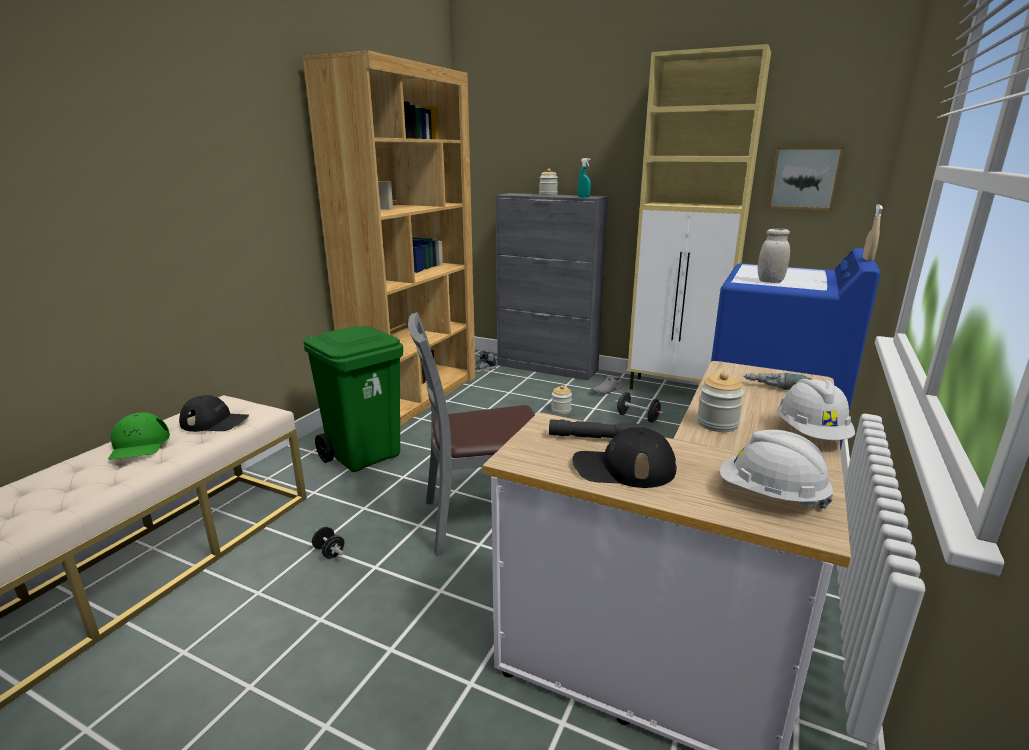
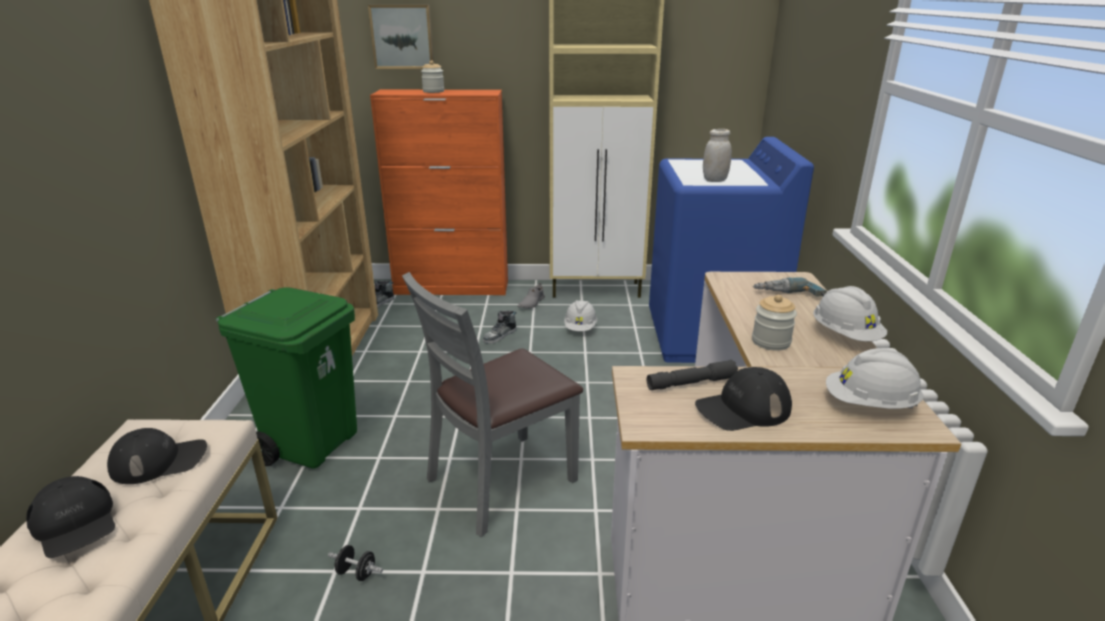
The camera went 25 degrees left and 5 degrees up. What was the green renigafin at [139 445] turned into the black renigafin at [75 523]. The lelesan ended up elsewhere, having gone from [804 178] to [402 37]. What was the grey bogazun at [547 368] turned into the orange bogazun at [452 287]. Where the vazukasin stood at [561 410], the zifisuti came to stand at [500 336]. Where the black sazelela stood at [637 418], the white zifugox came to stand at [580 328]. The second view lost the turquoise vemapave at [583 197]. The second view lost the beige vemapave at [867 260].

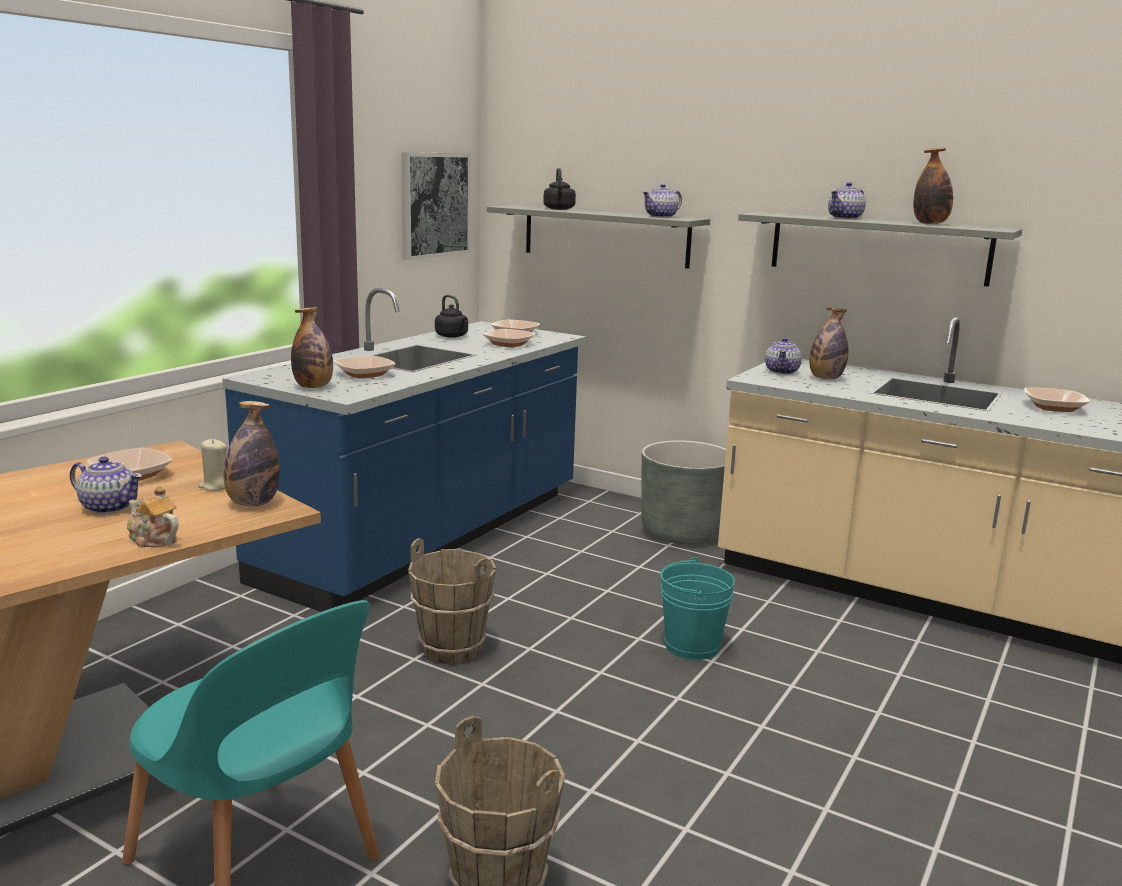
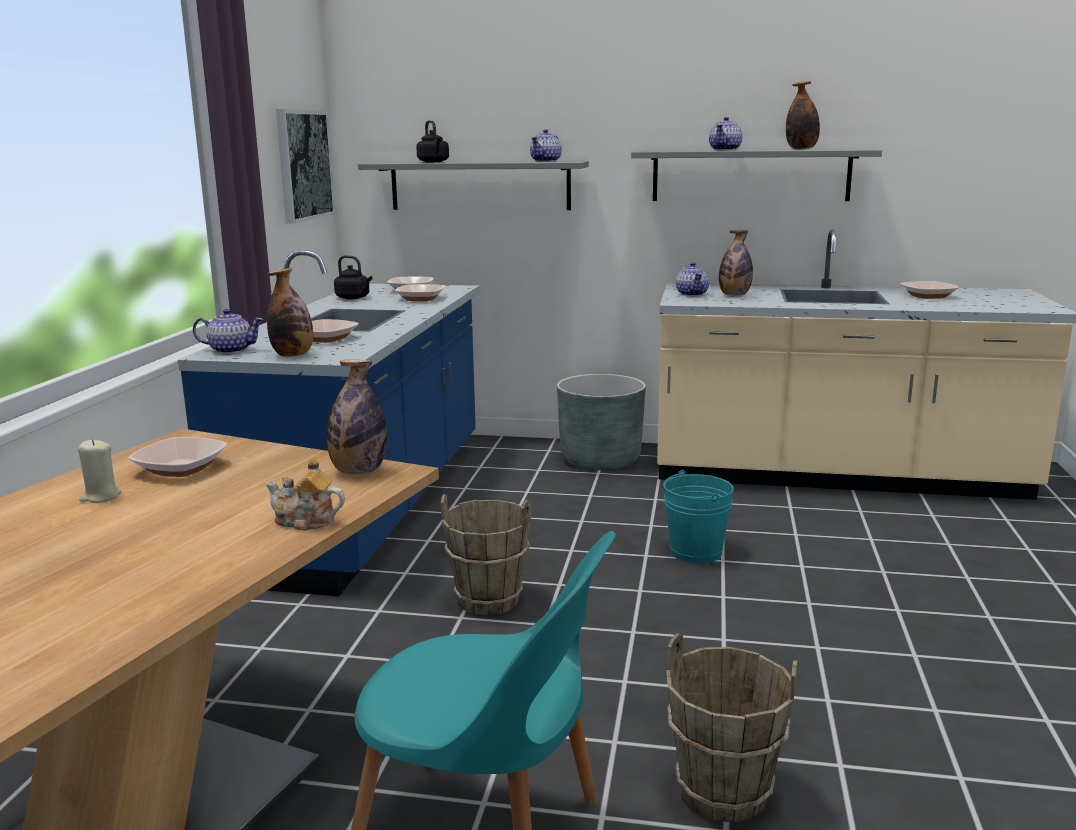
The camera went 20 degrees left and 0 degrees up. The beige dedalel ended up elsewhere, having gone from [215 486] to [101 497]. The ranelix ended up elsewhere, having gone from [109 507] to [230 350].

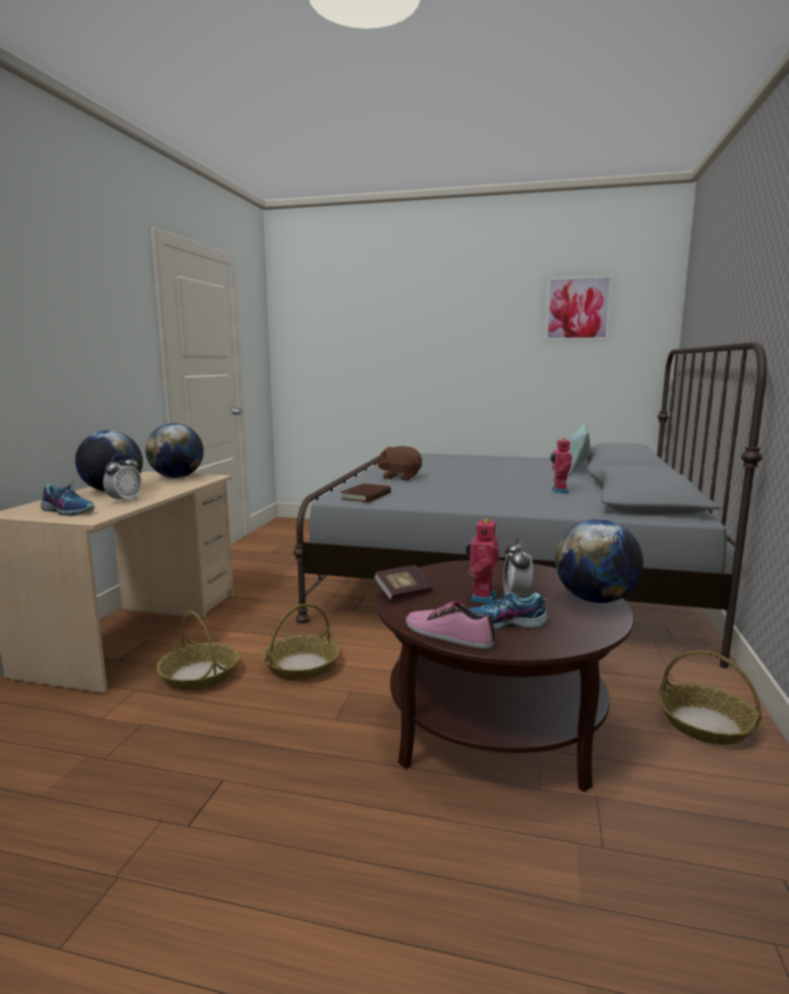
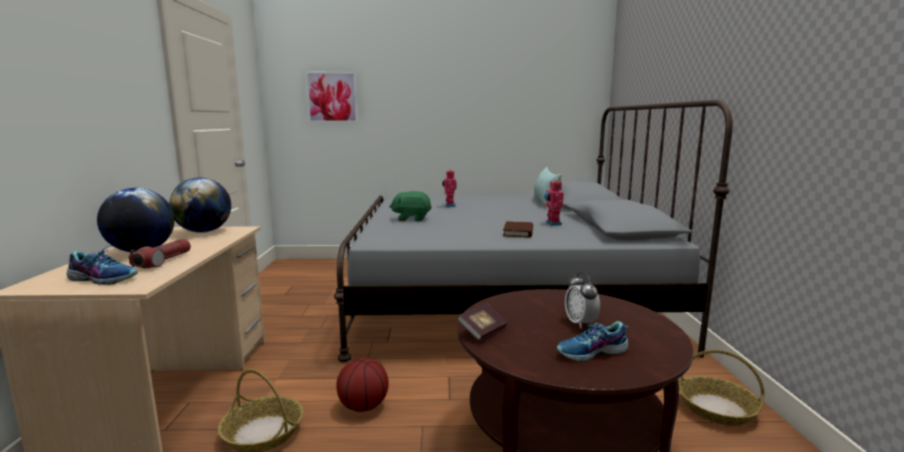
The camera went 15 degrees left and 0 degrees up. Where the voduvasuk stood at [124 501], the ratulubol came to stand at [163 261]. The lelesan ended up elsewhere, having gone from [577 309] to [332 97]. Where the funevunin stood at [301 666], the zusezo came to stand at [363 406]. What was the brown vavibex at [400 477] turned into the green vavibex at [411 219]. The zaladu ended up elsewhere, having gone from [481 597] to [449 206]. The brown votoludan ended up elsewhere, having gone from [366 496] to [518 232]. The second view lost the zifisuti at [448 635]. The second view lost the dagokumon at [595 600].

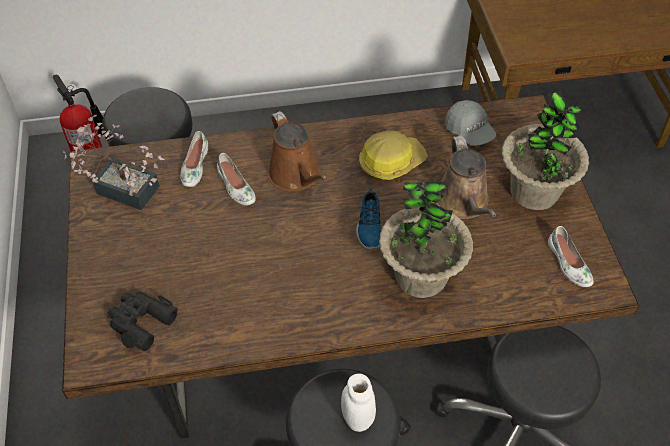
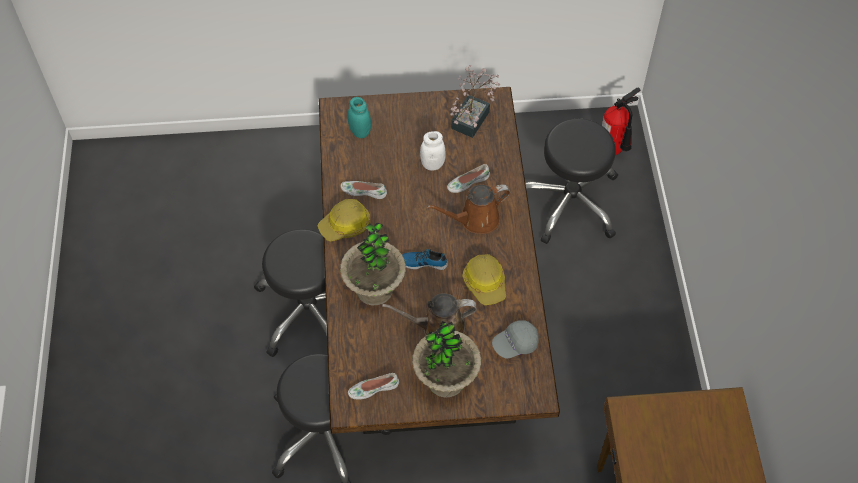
The camera went 95 degrees right and 5 degrees up. The second view gained the zifugox at [345 225]. The white zifisuti ended up elsewhere, having gone from [194 166] to [364 191]. Where the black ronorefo stood at [140 322], the turquoise vazukasin came to stand at [360 132]. The white vazukasin ended up elsewhere, having gone from [357 418] to [432 164].

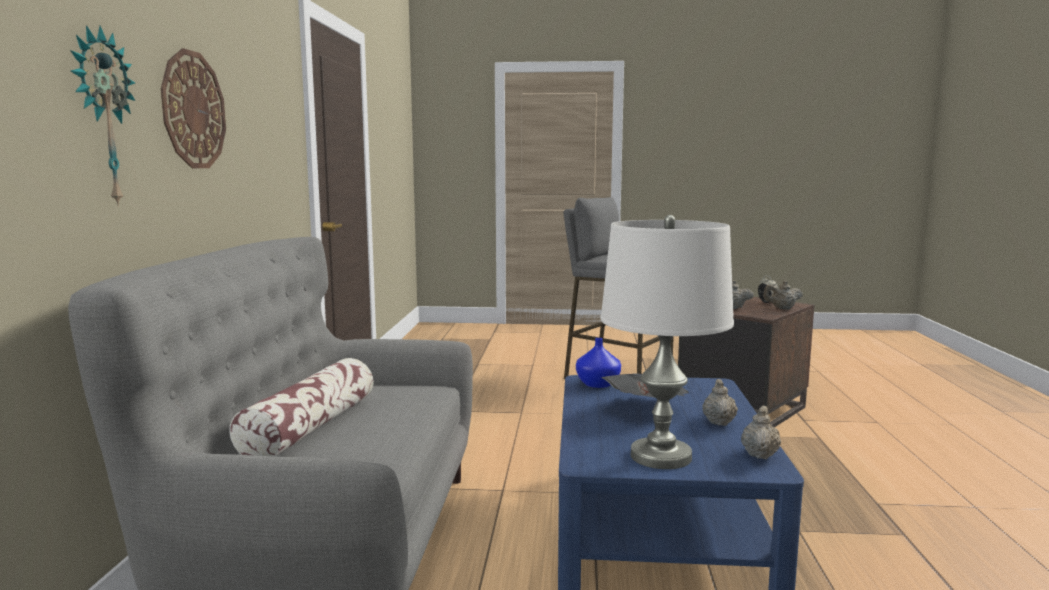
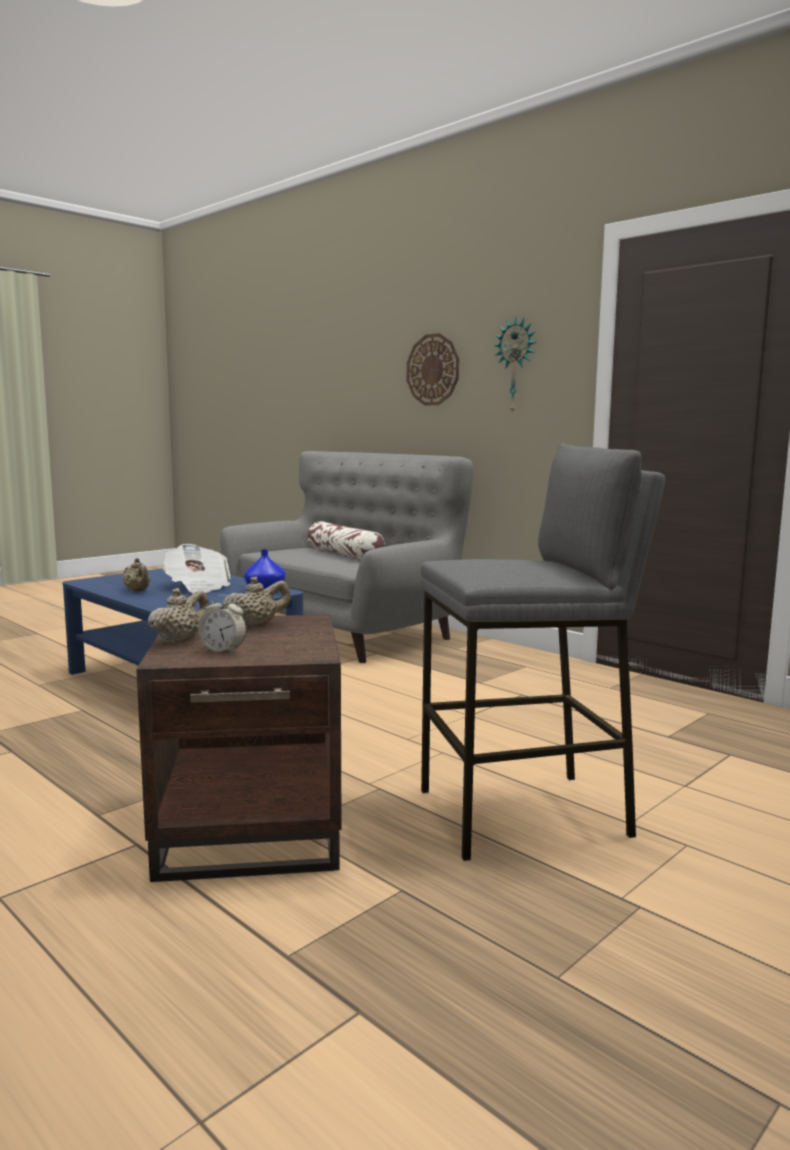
The camera went 130 degrees right and 0 degrees up. The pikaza ended up elsewhere, having gone from [101 117] to [516 365]. The second view lost the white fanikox at [660 456]. The second view lost the beige ranelix at [760 454].

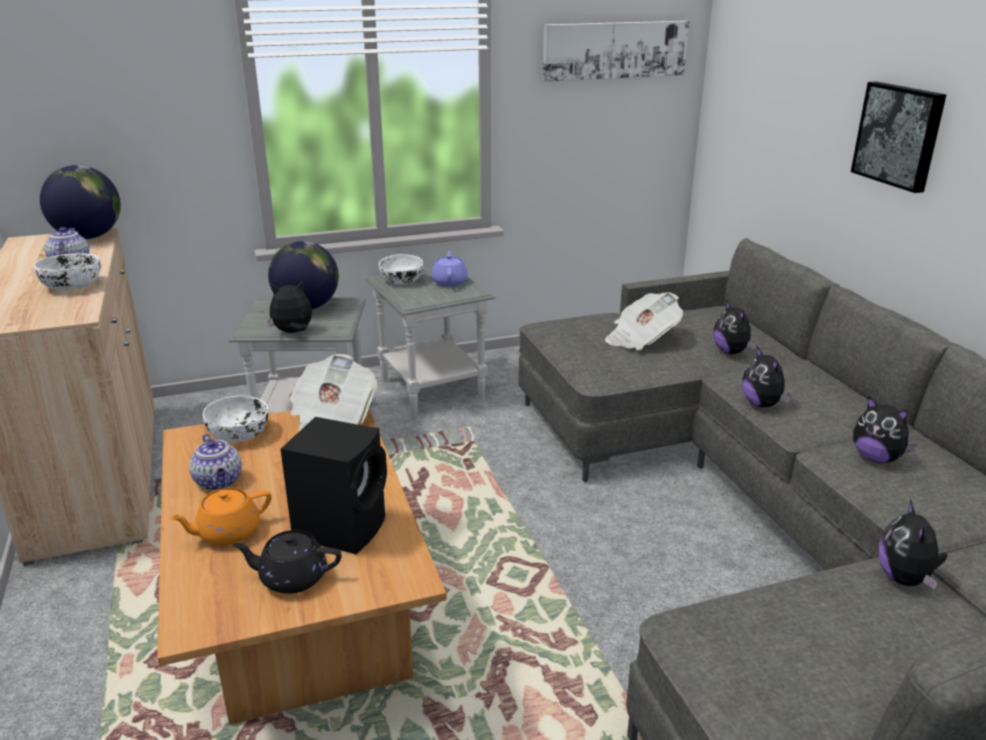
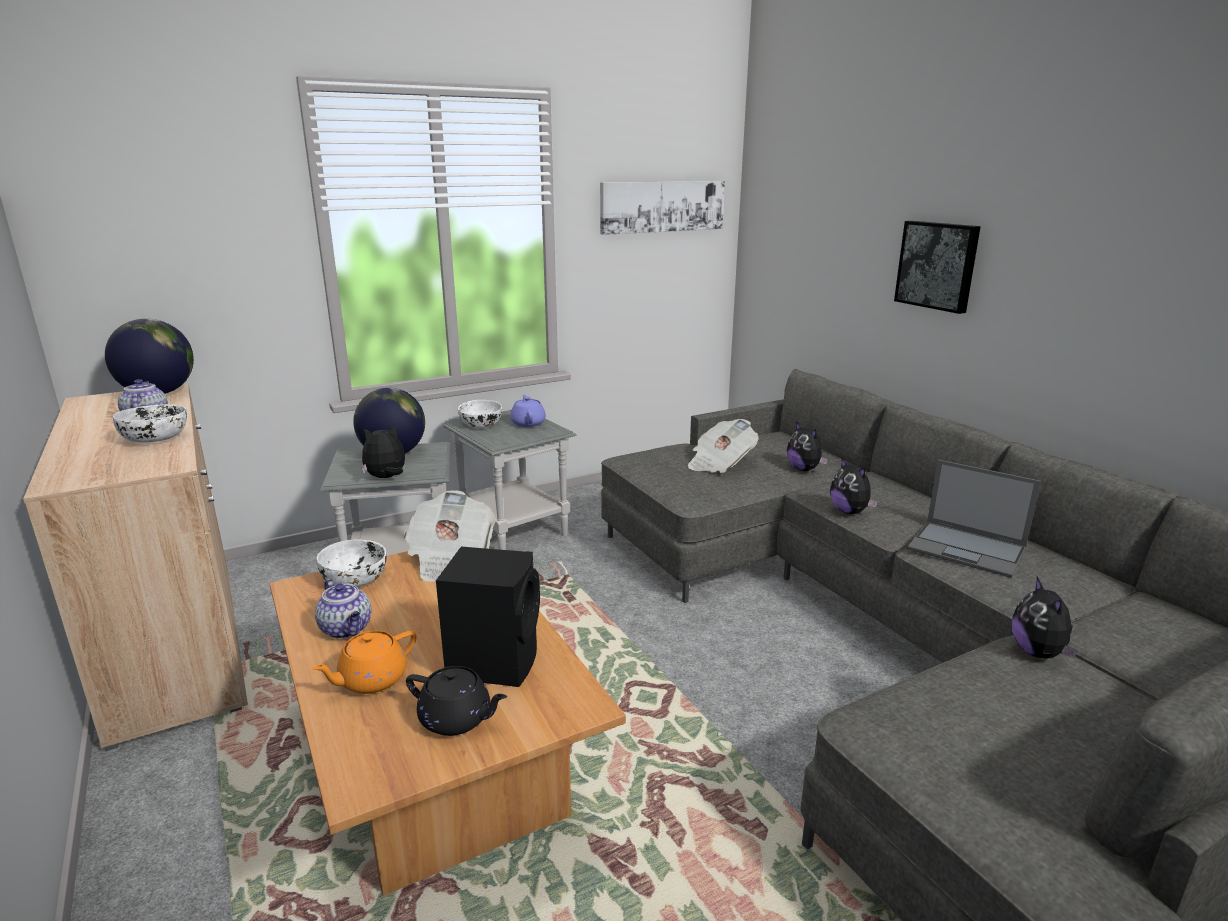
The camera went 10 degrees left and 5 degrees down. The black ranelix at [291 578] ended up facing another way, 150 degrees counterclockwise from before. Where the vavibex stood at [876 458], the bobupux came to stand at [968 549].

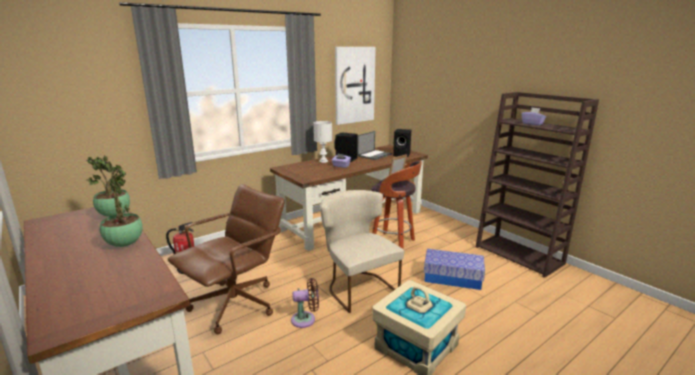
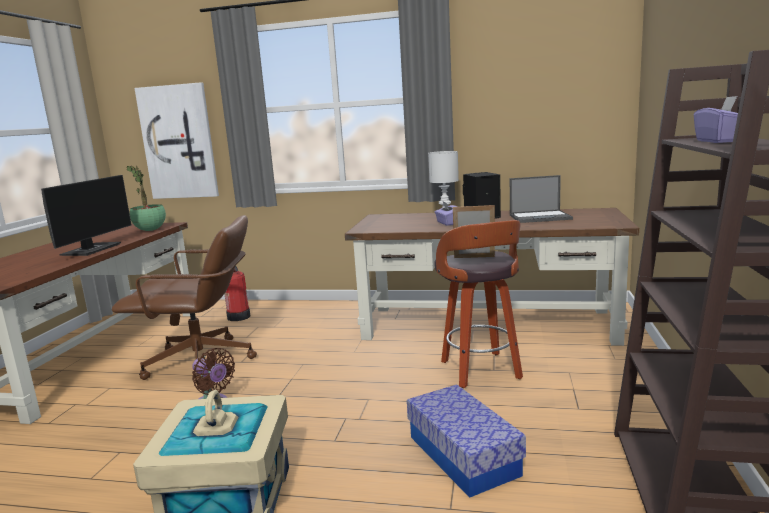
The camera went 50 degrees right and 5 degrees down. Where the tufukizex stood at [124 244], the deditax came to stand at [92 249]. The lelesan ended up elsewhere, having gone from [354 85] to [179 142]. The second view lost the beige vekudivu at [358 287]. The second view lost the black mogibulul at [402 154].

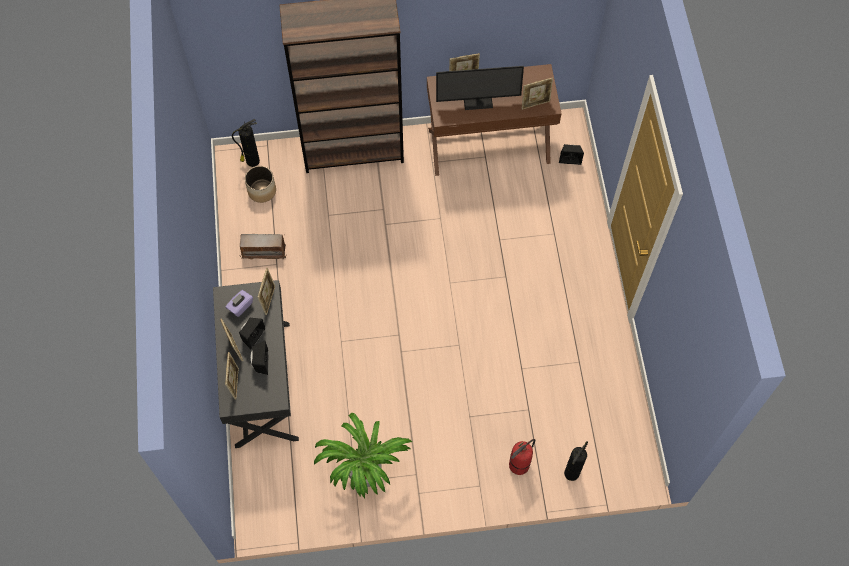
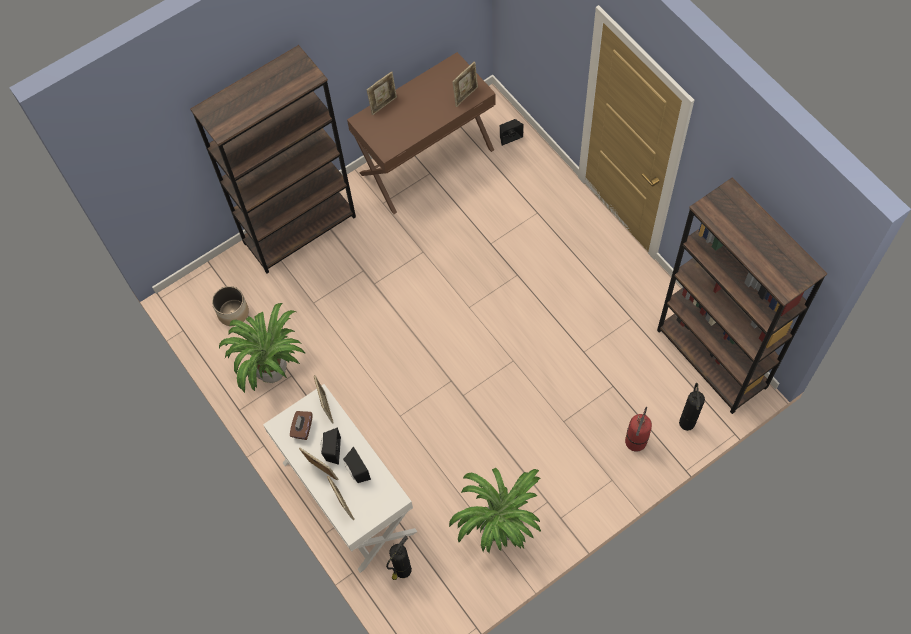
The camera went 25 degrees left and 0 degrees up. Where the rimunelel stood at [264 251], the tufukizex came to stand at [271 369]. What was the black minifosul at [261 383] turned into the white minifosul at [348 497]. What was the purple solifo at [240 306] turned into the brown solifo at [302 428]. The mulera ended up elsewhere, having gone from [252 161] to [402 571]. The second view gained the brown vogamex at [712 358]. The second view lost the deditax at [477 98].

